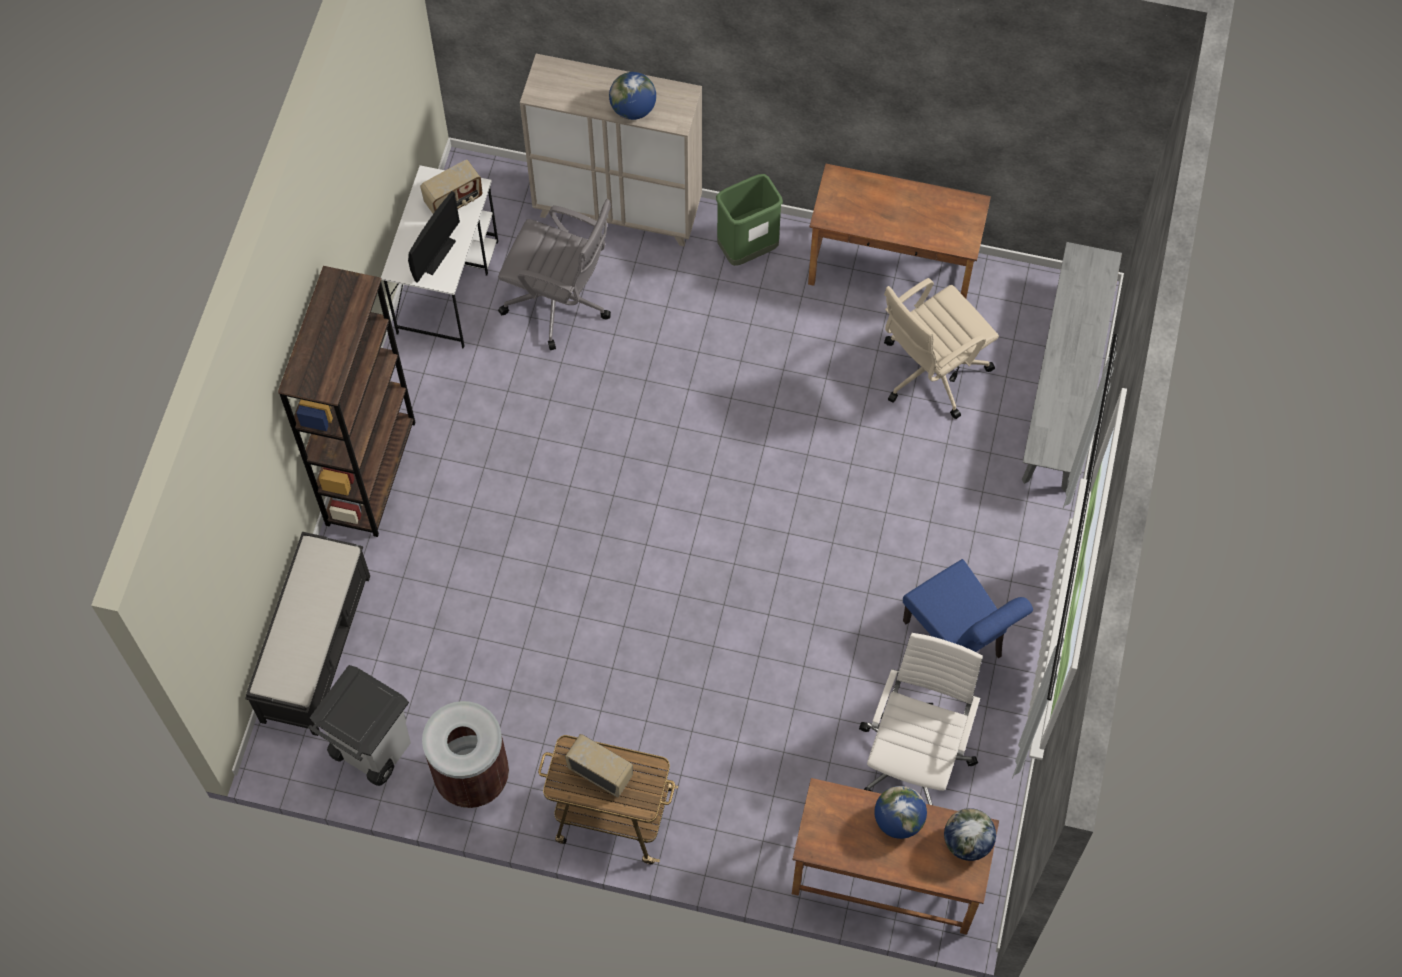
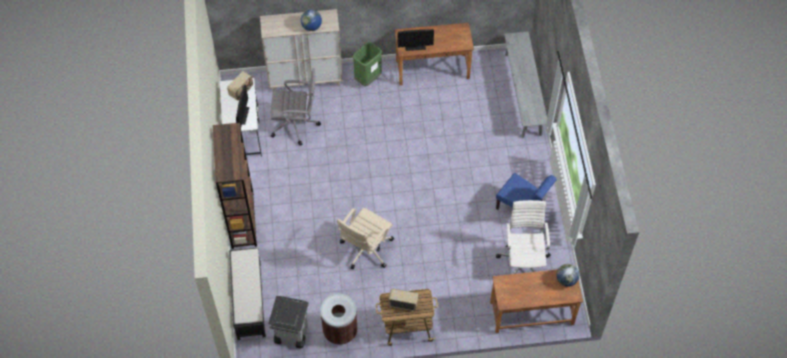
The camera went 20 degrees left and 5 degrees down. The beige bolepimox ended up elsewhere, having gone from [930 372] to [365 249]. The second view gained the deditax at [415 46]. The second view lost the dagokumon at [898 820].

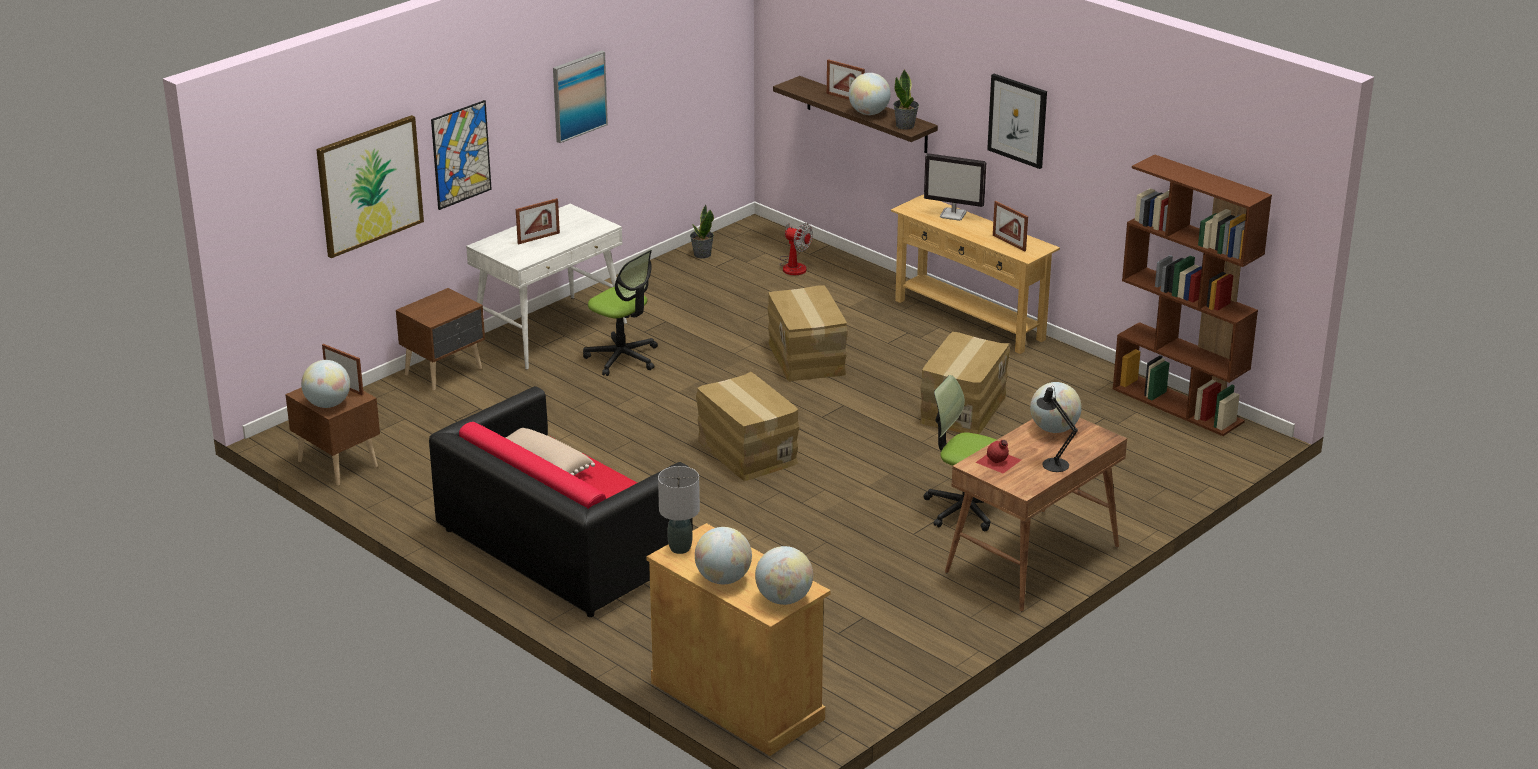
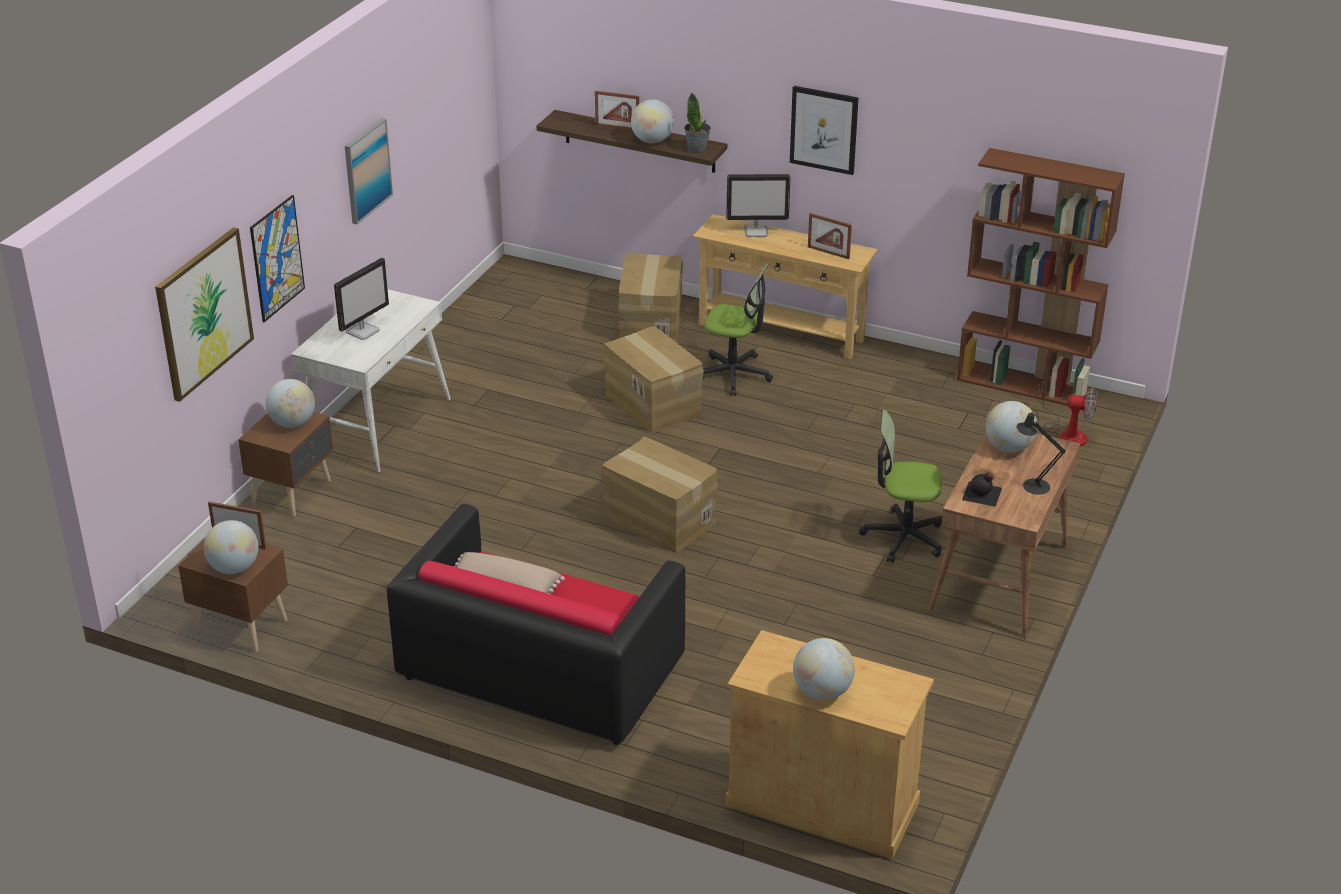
The camera went 20 degrees left and 5 degrees up. The dagokumon ended up elsewhere, having gone from [783 599] to [292 423]. Where the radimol stood at [538 238], the deditax came to stand at [363 331]. The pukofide ended up elsewhere, having gone from [962 409] to [650 322]. The bolepimox ended up elsewhere, having gone from [622 358] to [734 374]. What was the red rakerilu at [998 461] turned into the black rakerilu at [982 494]. The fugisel ended up elsewhere, having gone from [793 265] to [1067 433]. The second view lost the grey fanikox at [679 548]. The second view lost the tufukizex at [702 254].

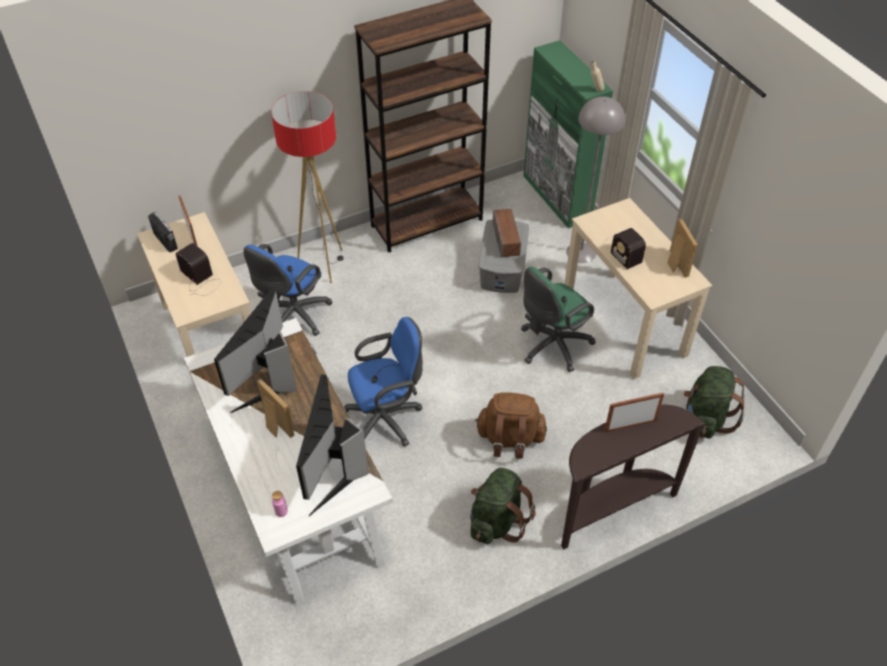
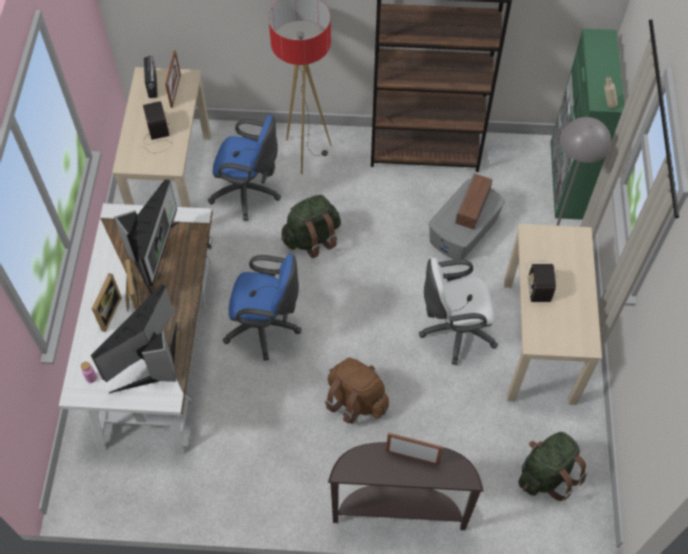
The camera went 30 degrees right and 10 degrees up. The radimol ended up elsewhere, having gone from [674 264] to [107 312]. The deditax at [269 380] ended up facing another way, 135 degrees clockwise from before. The blue bolepimox at [292 317] ended up facing another way, 135 degrees counterclockwise from before. The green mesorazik ended up elsewhere, having gone from [497 521] to [312 238]. What was the green bolepimox at [551 346] turned into the white bolepimox at [454 331].

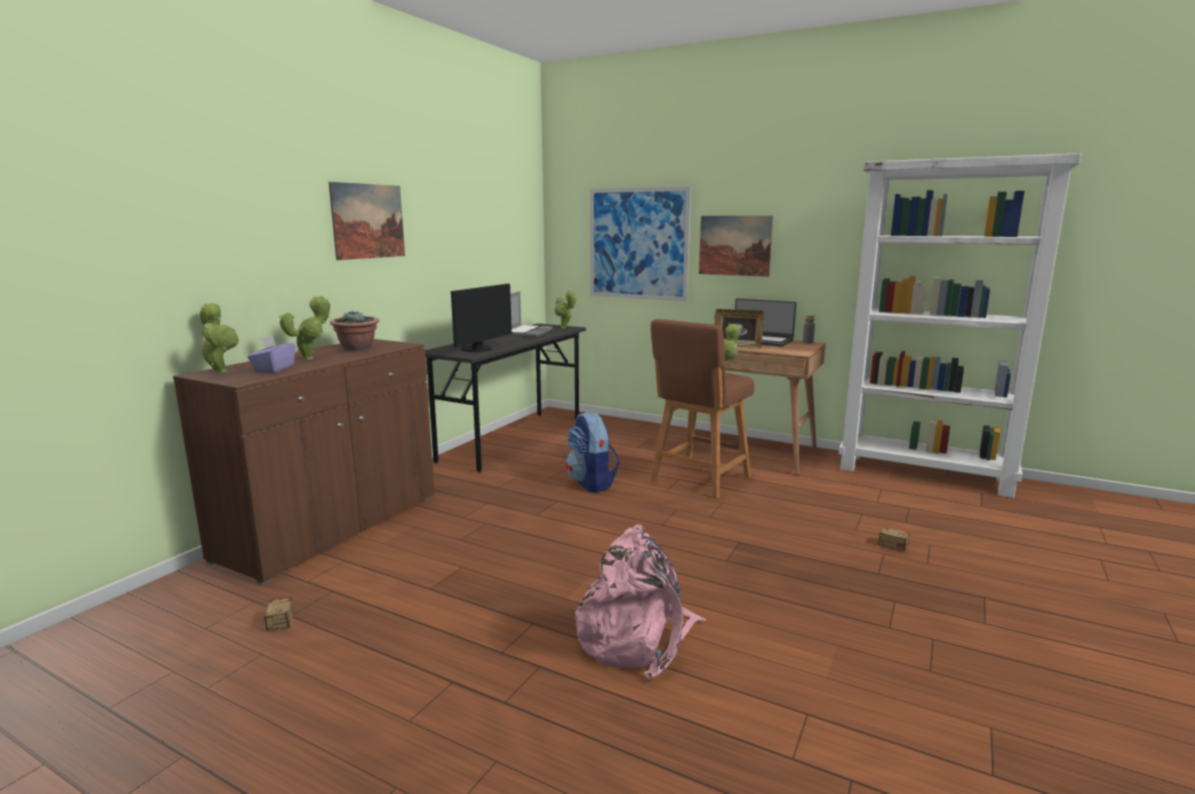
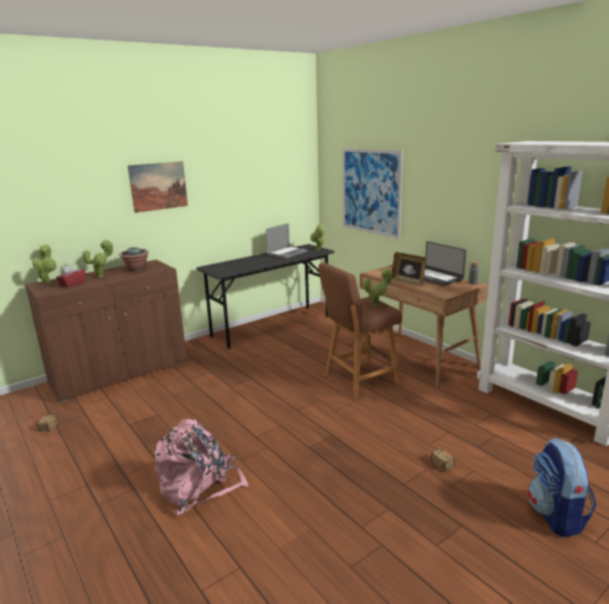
The camera went 25 degrees right and 5 degrees up. What was the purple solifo at [274 369] turned into the red solifo at [72 284]. The mesorazik ended up elsewhere, having gone from [591 483] to [556 516]. The second view lost the deditax at [479 349]. The second view lost the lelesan at [734 245].

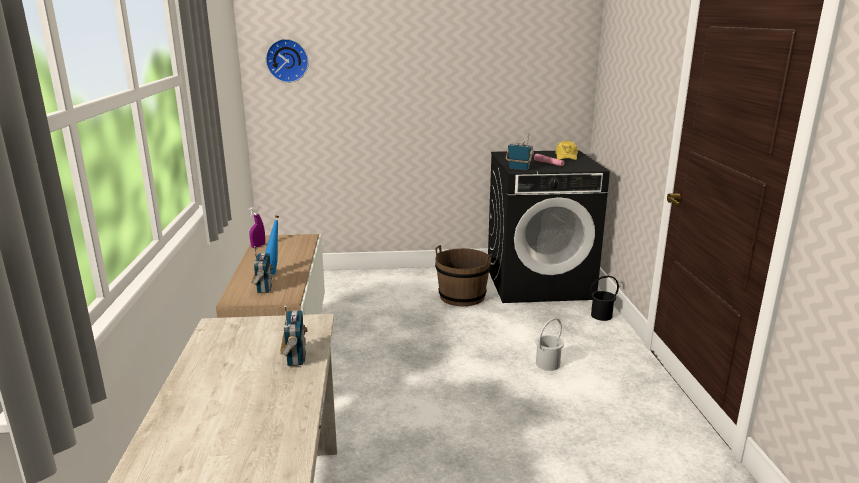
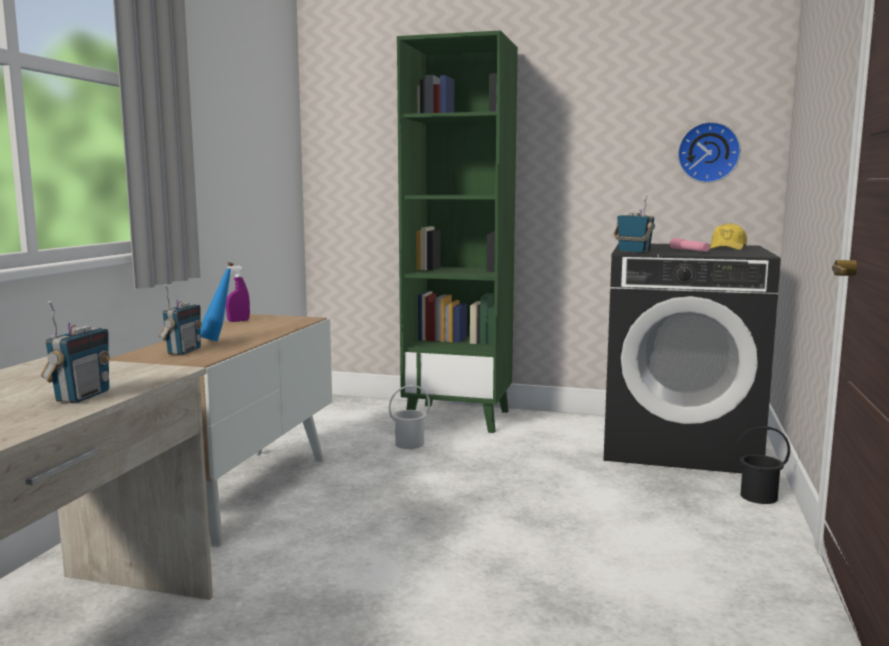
The camera went 20 degrees right and 10 degrees down. The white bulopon ended up elsewhere, having gone from [547 364] to [409 444]. The second view gained the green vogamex at [459 417]. The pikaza ended up elsewhere, having gone from [287 60] to [708 152]. The second view lost the brown bulopon at [462 296].

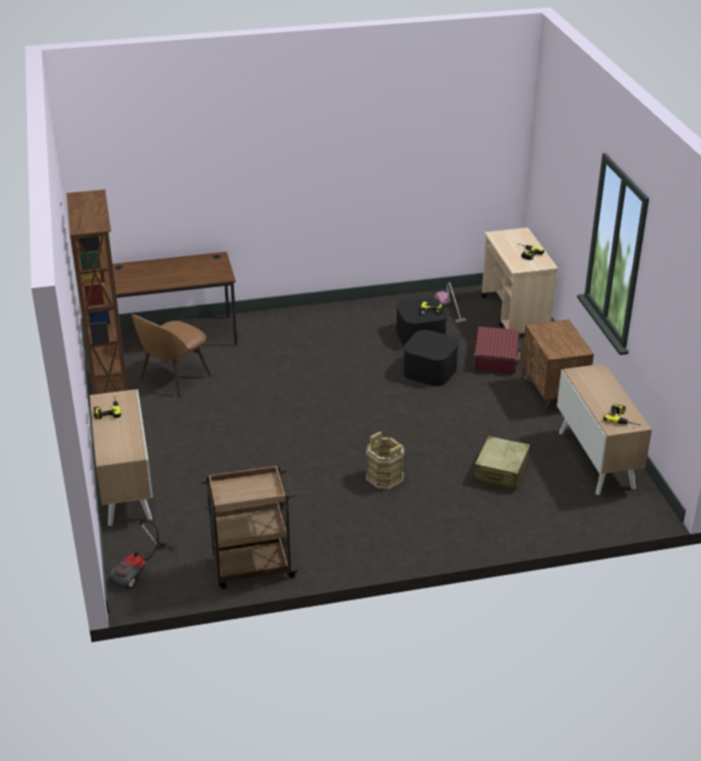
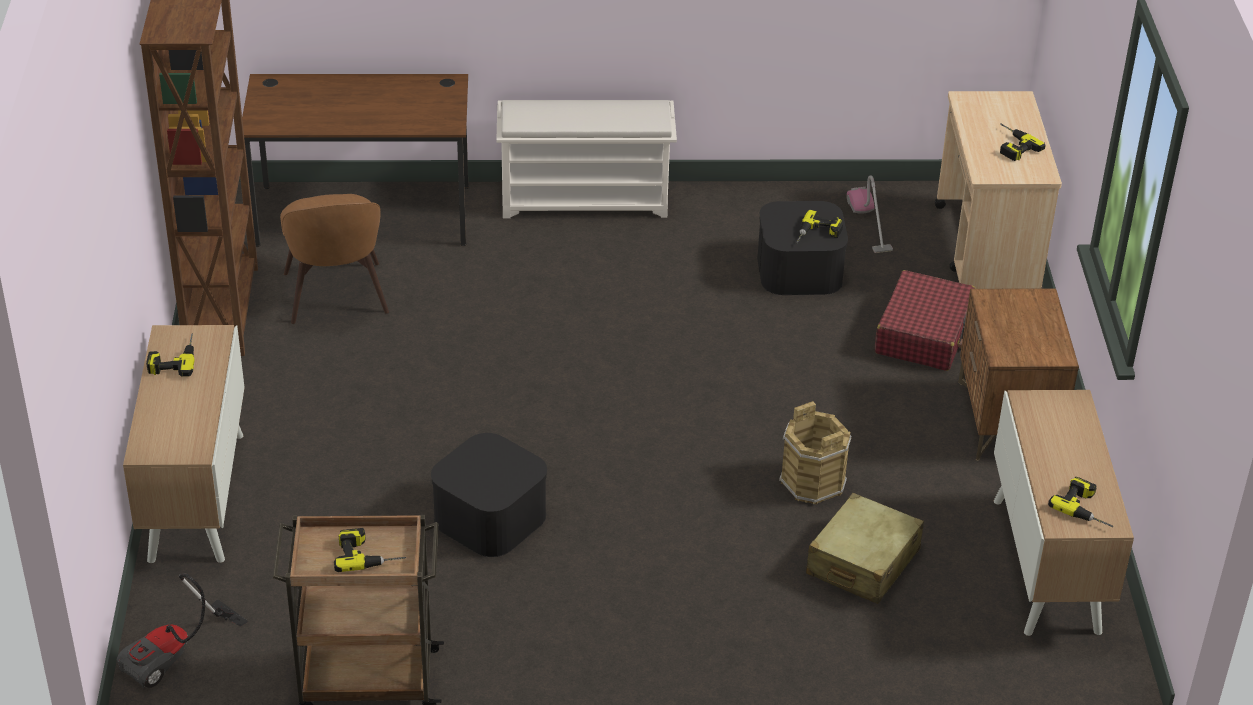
The camera went 10 degrees right and 5 degrees up. The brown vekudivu at [173 378] ended up facing another way, 60 degrees counterclockwise from before. The second view gained the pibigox at [369 553]. The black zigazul ended up elsewhere, having gone from [429 370] to [489 517]. The second view gained the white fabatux at [586 200]. The brown bulopon ended up elsewhere, having gone from [384 478] to [812 482].

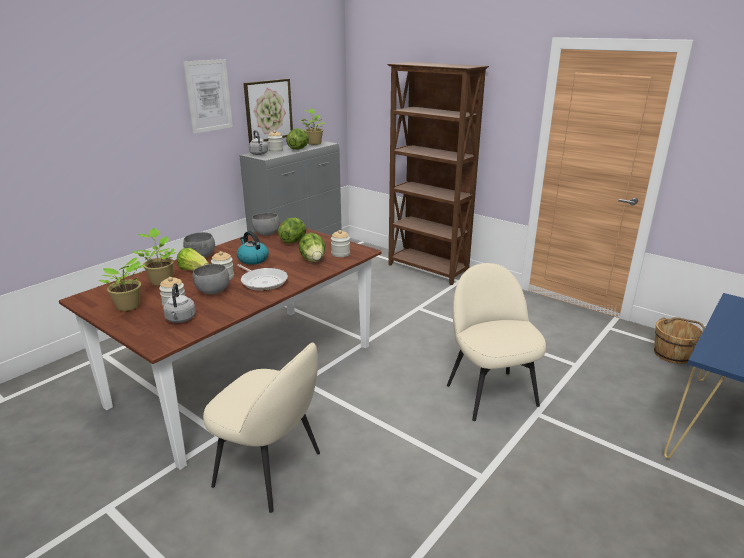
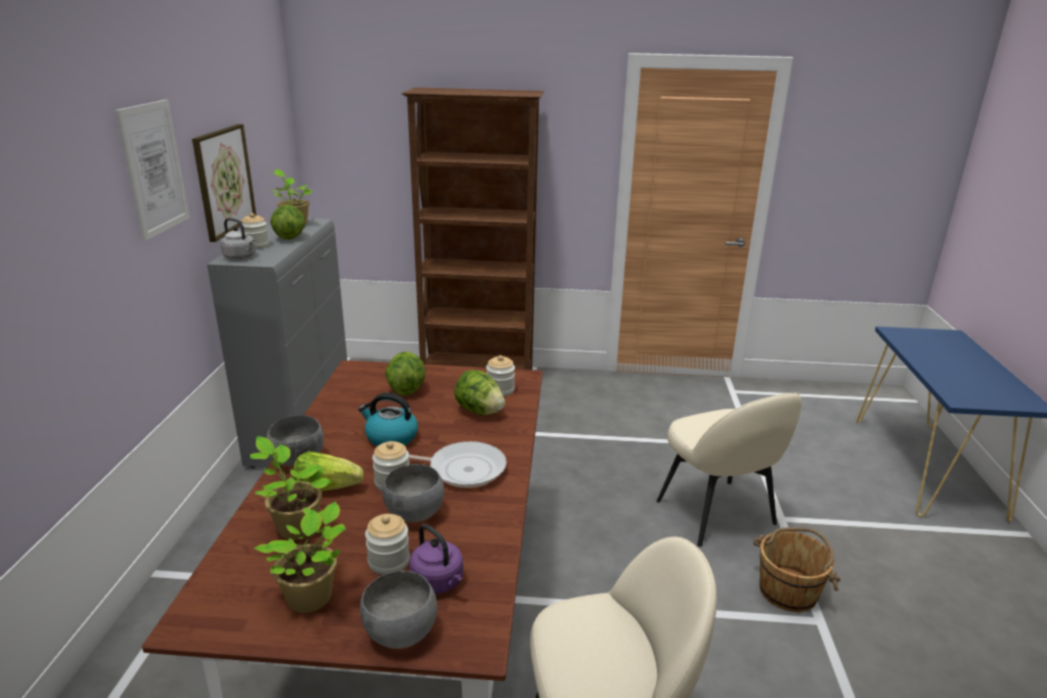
The camera went 35 degrees left and 0 degrees up. The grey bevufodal ended up elsewhere, having gone from [266 234] to [399 634]. What was the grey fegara at [180 319] turned into the purple fegara at [439 582]. The beige vekudivu at [490 393] ended up facing another way, 150 degrees counterclockwise from before. The brown bulopon ended up elsewhere, having gone from [673 354] to [788 591].

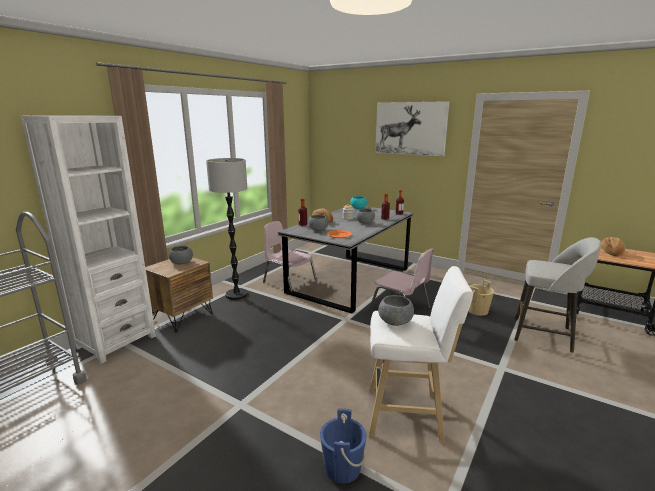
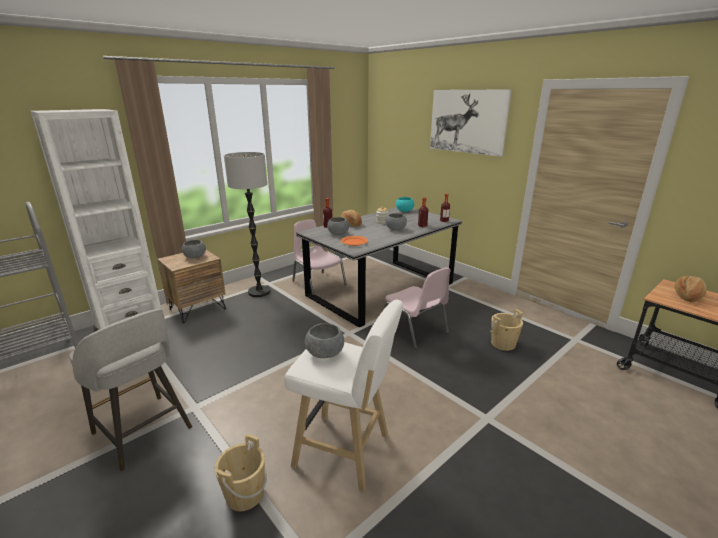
The camera went 15 degrees right and 5 degrees up. The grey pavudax ended up elsewhere, having gone from [544 335] to [143 432]. What was the blue bulopon at [342 468] turned into the beige bulopon at [245 494].

